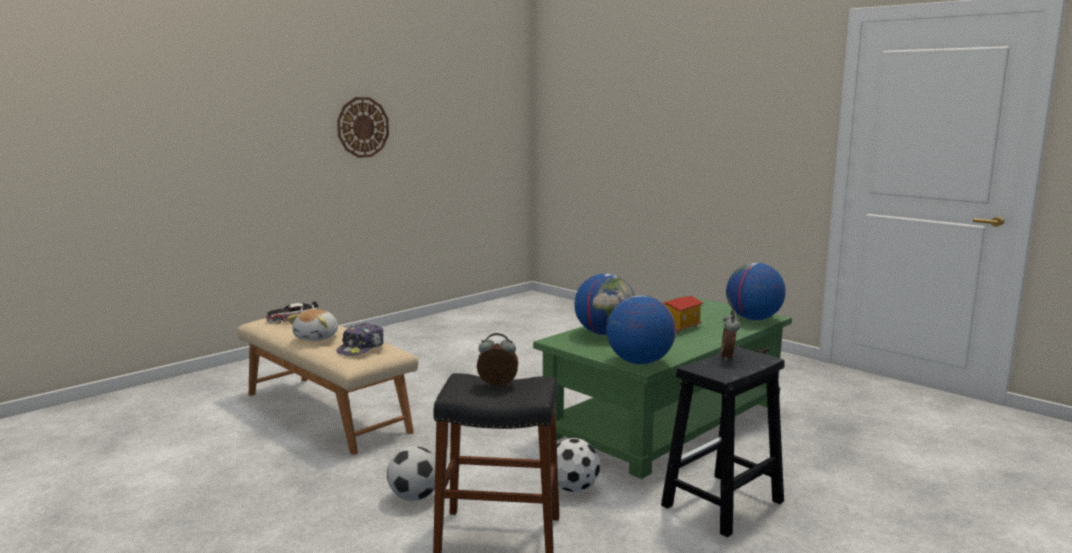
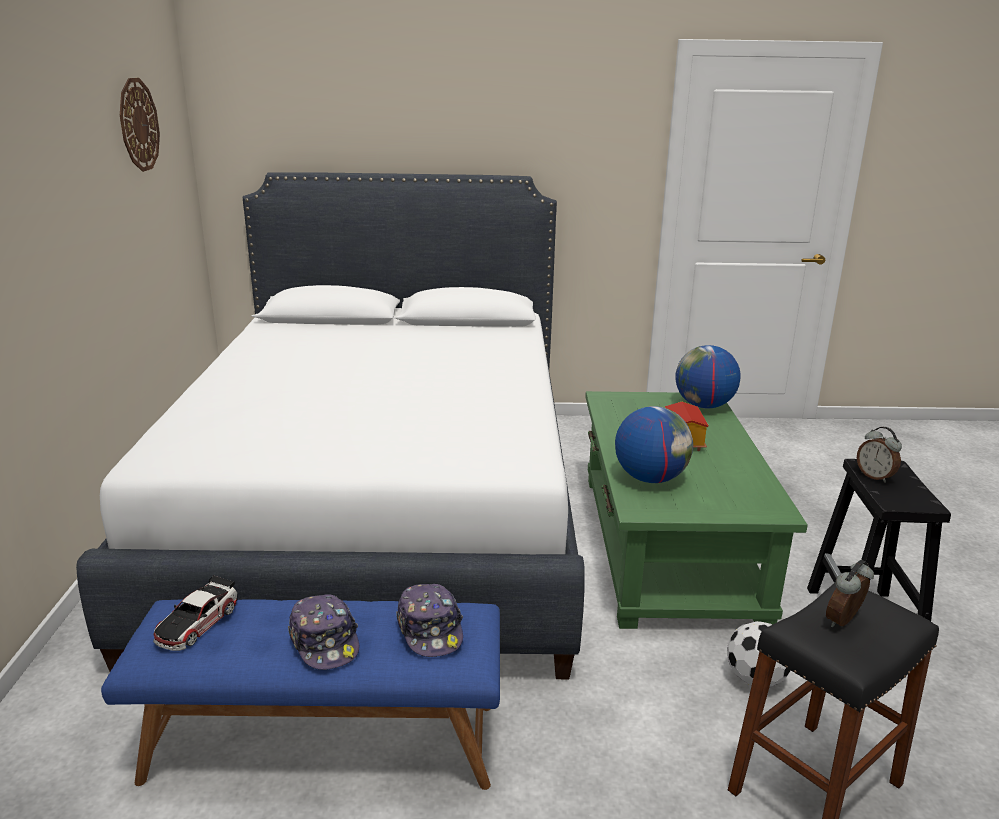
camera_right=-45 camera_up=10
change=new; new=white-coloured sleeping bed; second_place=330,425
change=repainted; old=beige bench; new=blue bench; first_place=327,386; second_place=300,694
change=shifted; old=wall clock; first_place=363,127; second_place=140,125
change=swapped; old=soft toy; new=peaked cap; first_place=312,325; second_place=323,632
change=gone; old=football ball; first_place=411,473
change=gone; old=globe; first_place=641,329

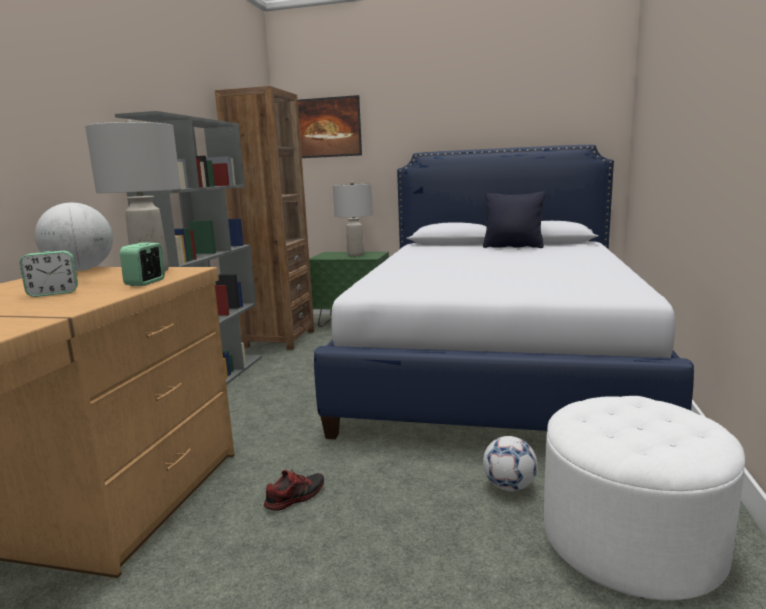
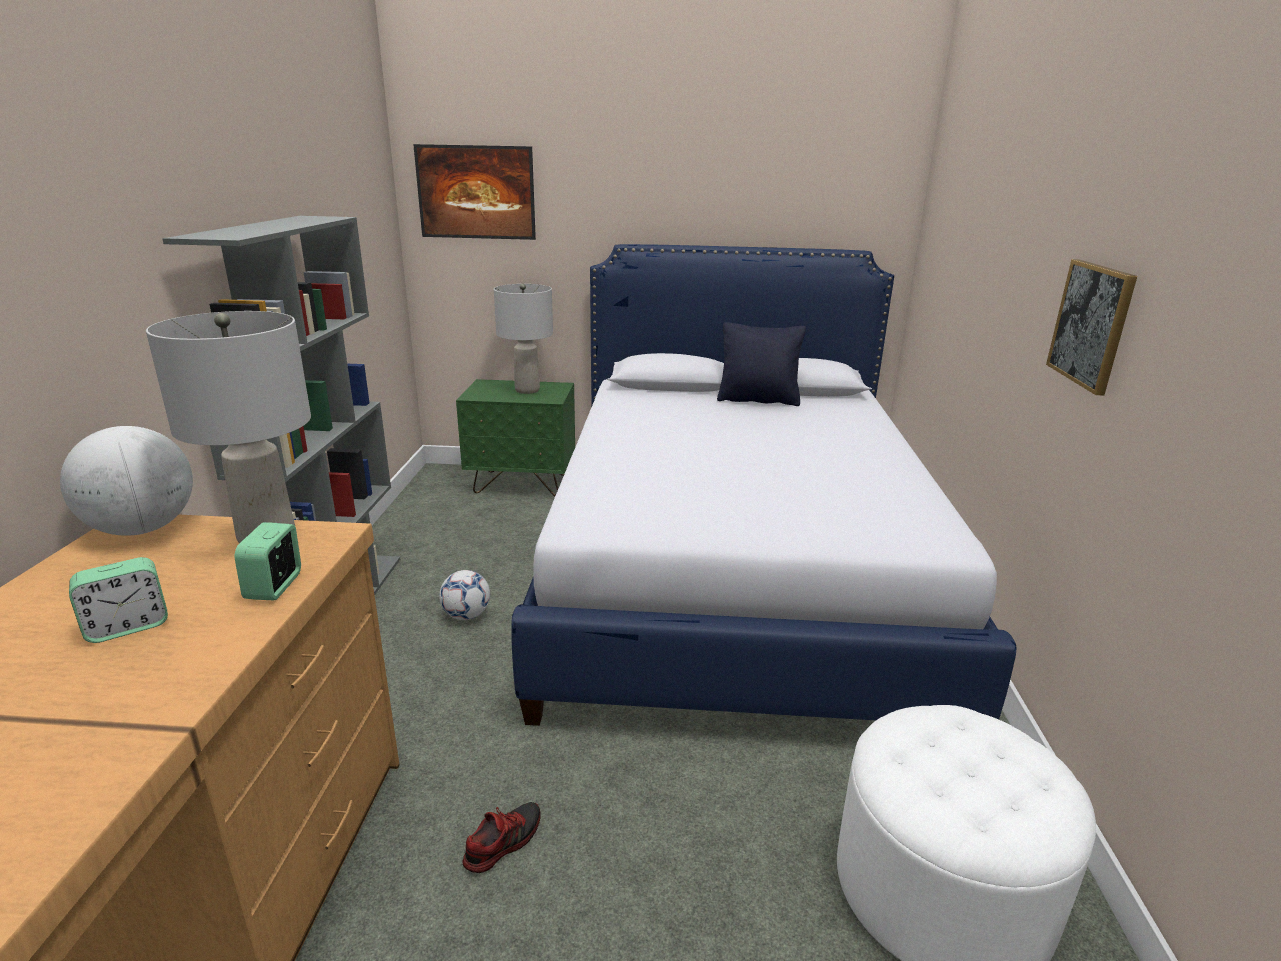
camera_right=-10 camera_up=10
change=shifted; old=football ball; first_place=510,463; second_place=464,595
change=new; new=picture; second_place=1091,327
change=gone; old=brownish shelving unit; first_place=264,218

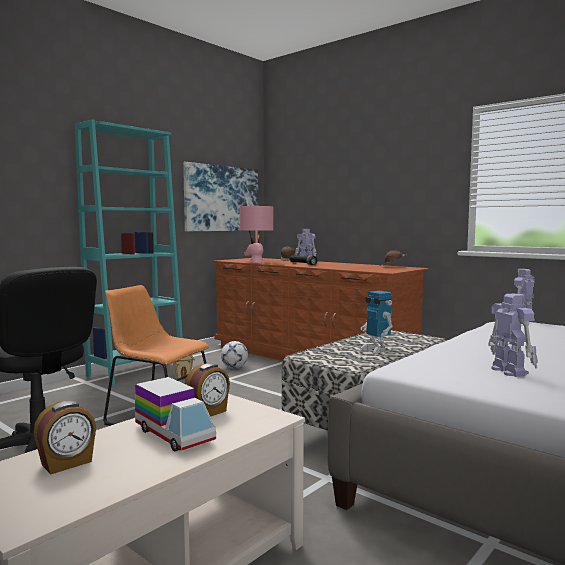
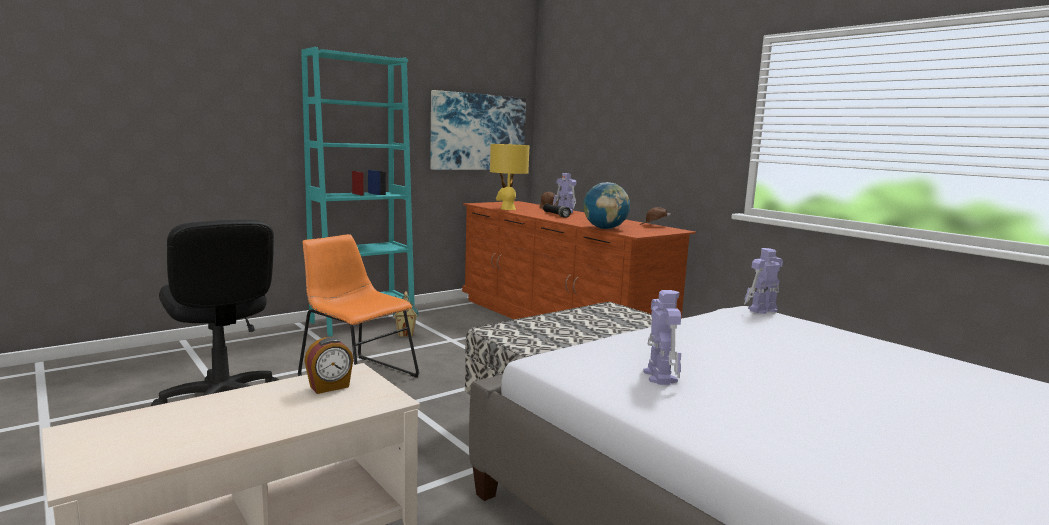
camera_right=10 camera_up=5
change=repainted; old=pinkish lamp for a table; new=yellow lamp for a table; first_place=256,234; second_place=510,177
change=new; new=globe; second_place=606,205
change=gone; old=alarm clock; first_place=64,437
change=gone; old=toy truck; first_place=175,414
change=gone; old=football ball; first_place=234,354
change=gone; old=robot figure; first_place=376,322

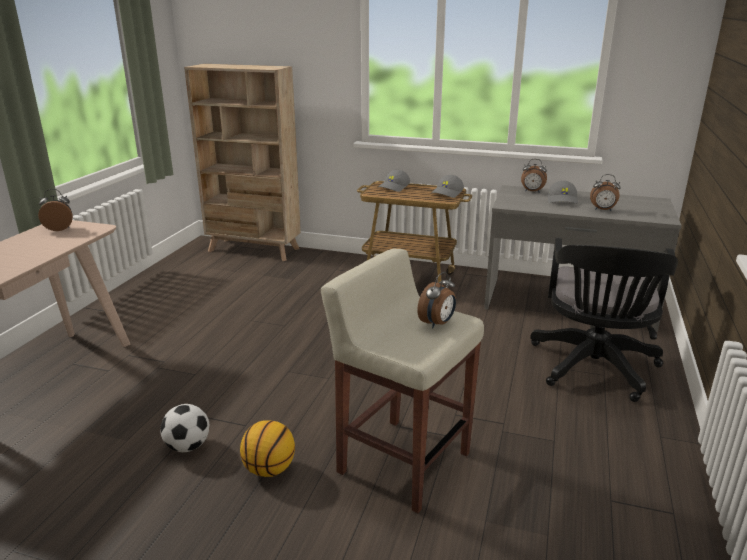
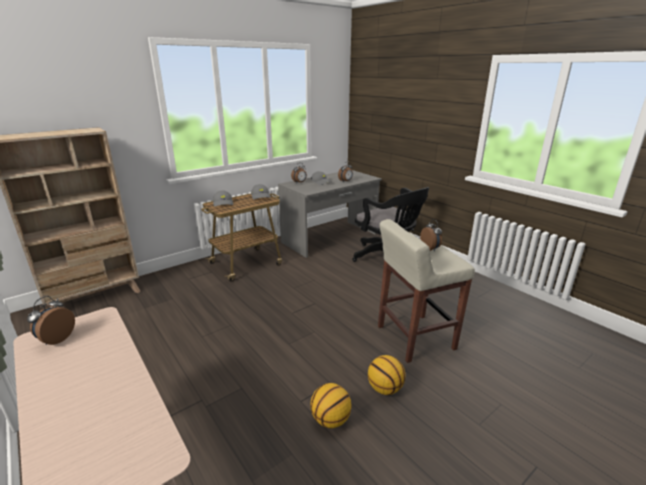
camera_right=-55 camera_up=0
change=swapped; old=football ball; new=basketball; first_place=184,428; second_place=331,405

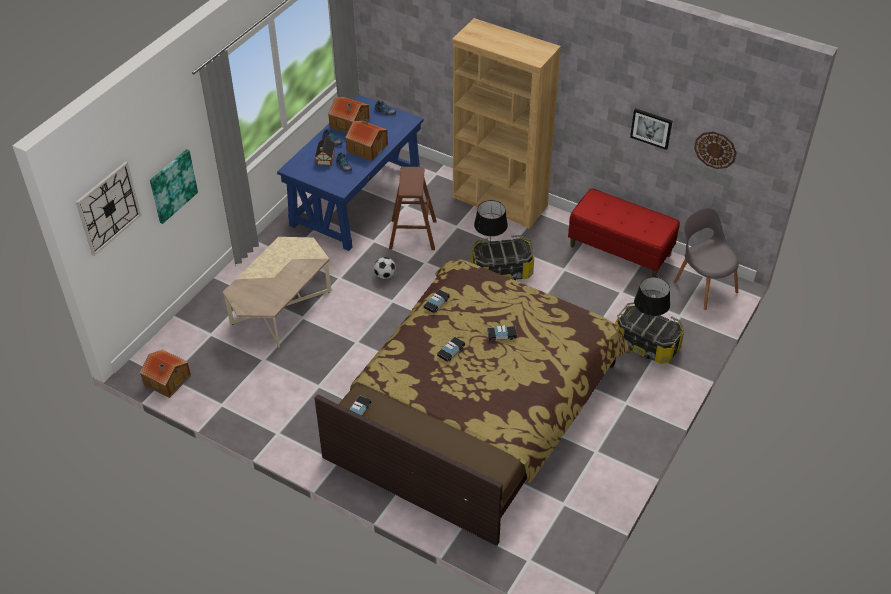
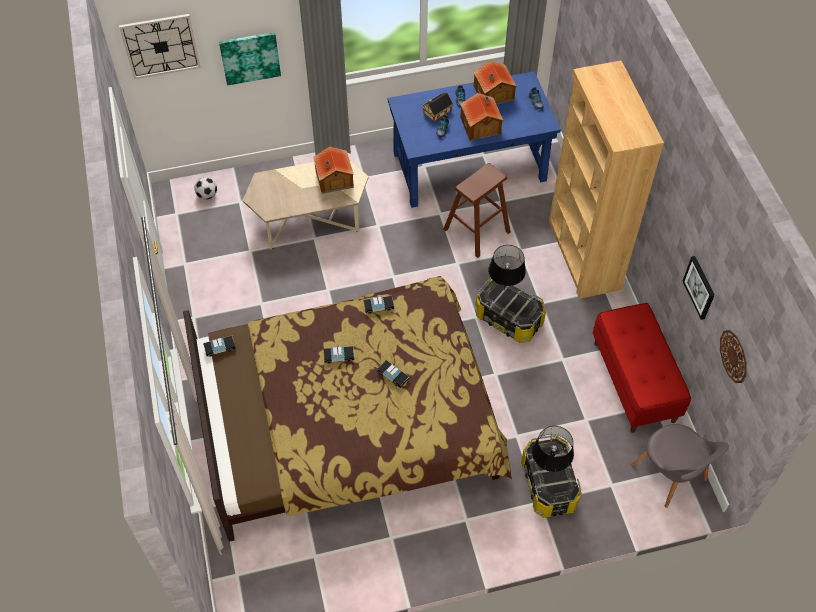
camera_right=45 camera_up=10
change=shifted; old=football ball; first_place=385,268; second_place=205,188
change=shifted; old=toy house; first_place=165,374; second_place=333,170
change=rotated; old=gray plain chair; first_place=706,259; second_place=680,466; degrees=135

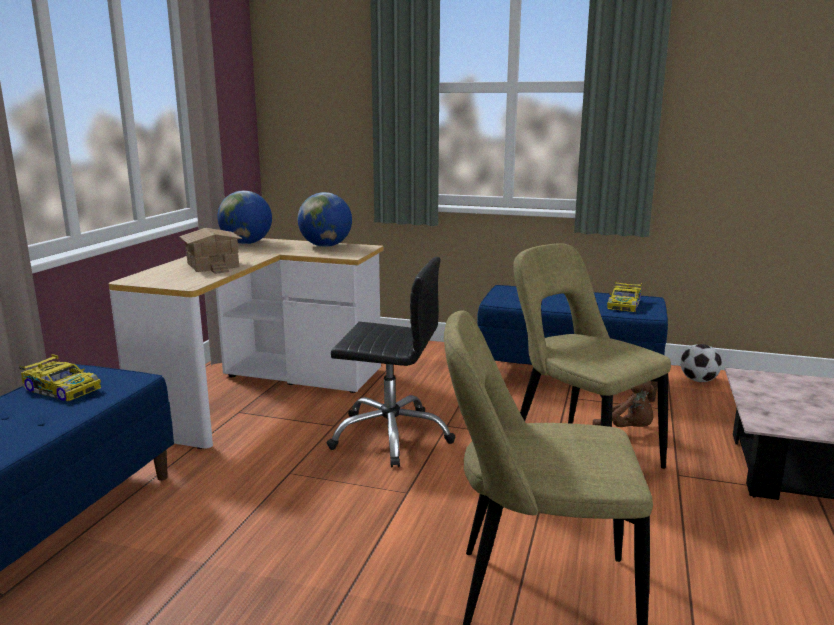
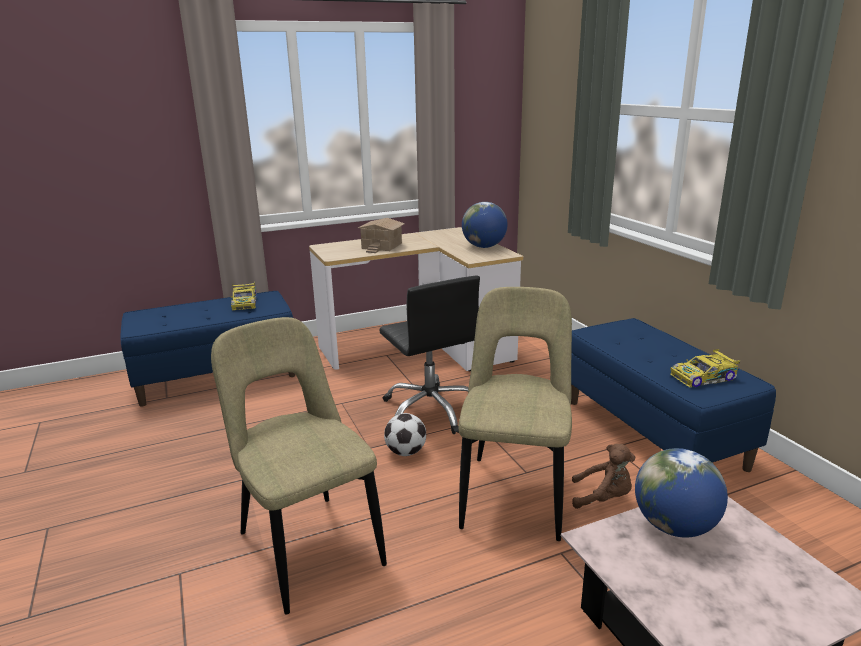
camera_right=50 camera_up=5
change=shifted; old=football ball; first_place=701,363; second_place=405,434
change=rotated; old=brownish soft toy; first_place=623,404; second_place=603,476; degrees=-75
change=shifted; old=globe; first_place=244,217; second_place=681,492

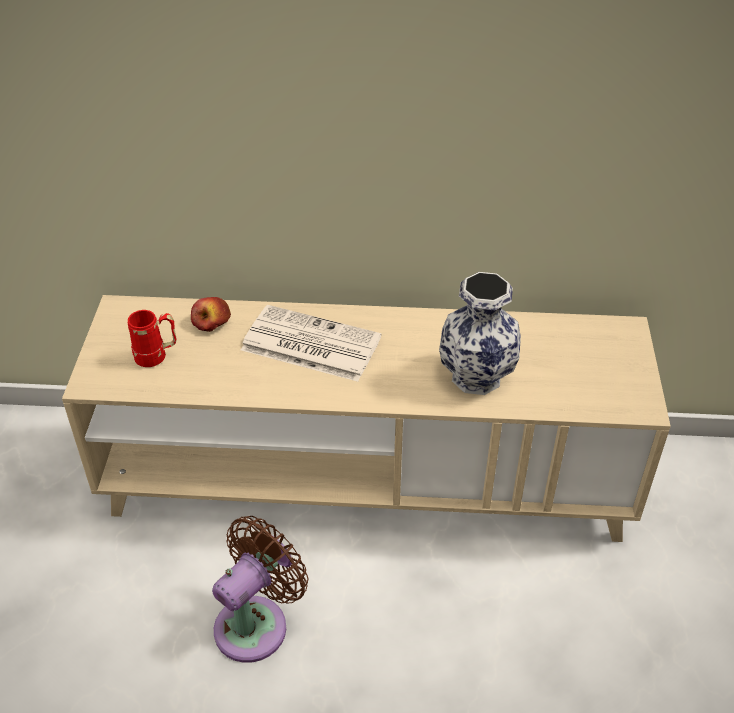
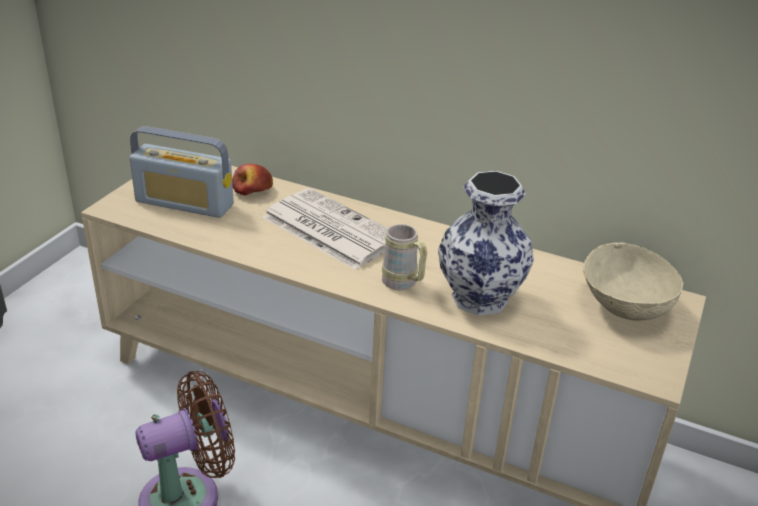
camera_right=20 camera_up=-10
change=swapped; old=red-coloured mug; new=radio set; first_place=152,338; second_place=181,172
change=new; new=beige mug; second_place=404,257
change=new; new=beige bowl; second_place=633,282

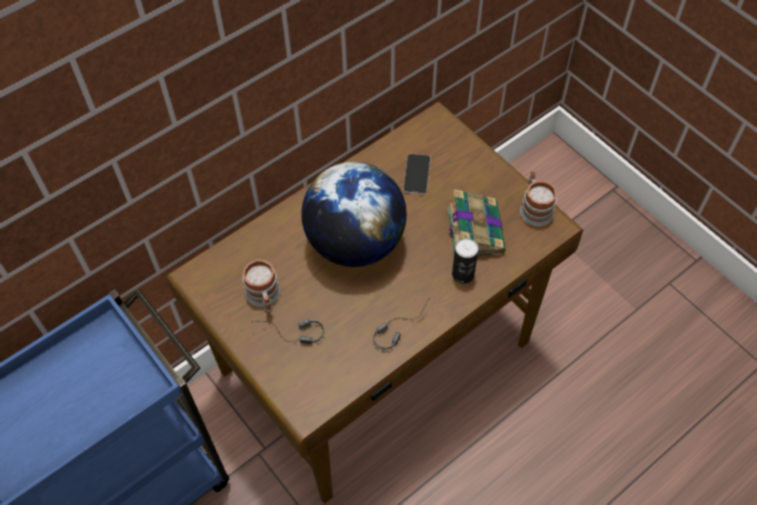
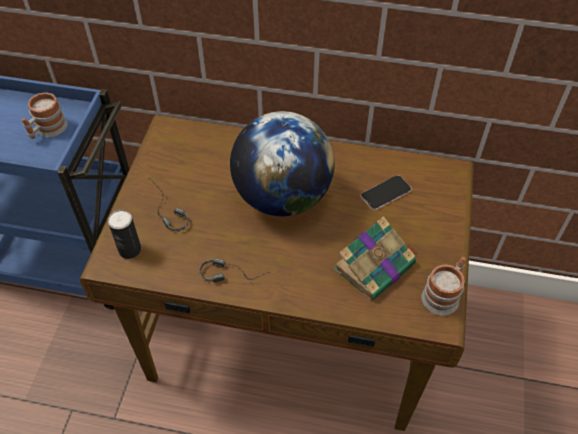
camera_right=50 camera_up=-5
change=shifted; old=mug; first_place=261,286; second_place=44,115
change=shifted; old=can; first_place=465,261; second_place=124,234

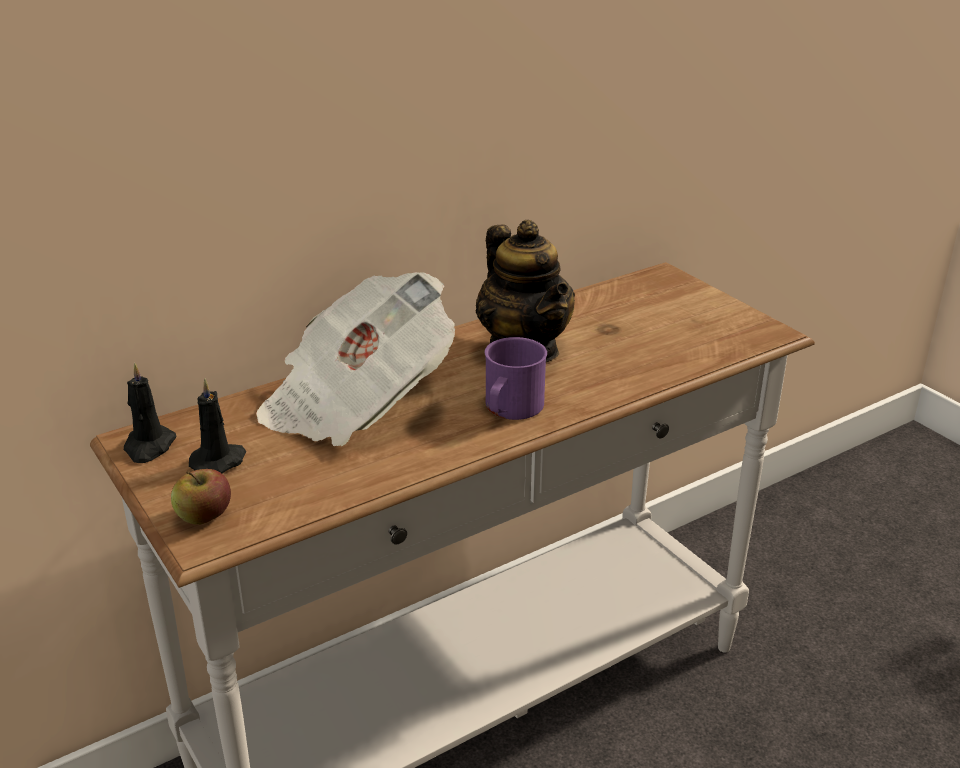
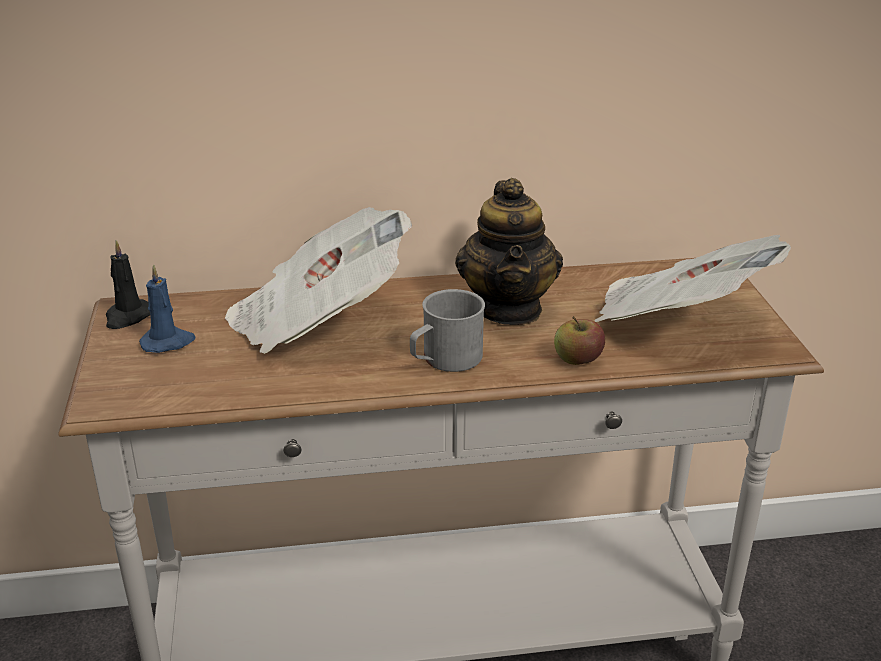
camera_right=25 camera_up=0
change=repainted; old=blackish wax candle; new=blue wax candle; first_place=217,426; second_place=167,308
change=repainted; old=purple-coloured mug; new=gray mug; first_place=516,378; second_place=447,330
change=shifted; old=apple fruit; first_place=201,496; second_place=579,340
change=new; new=newspaper; second_place=693,278

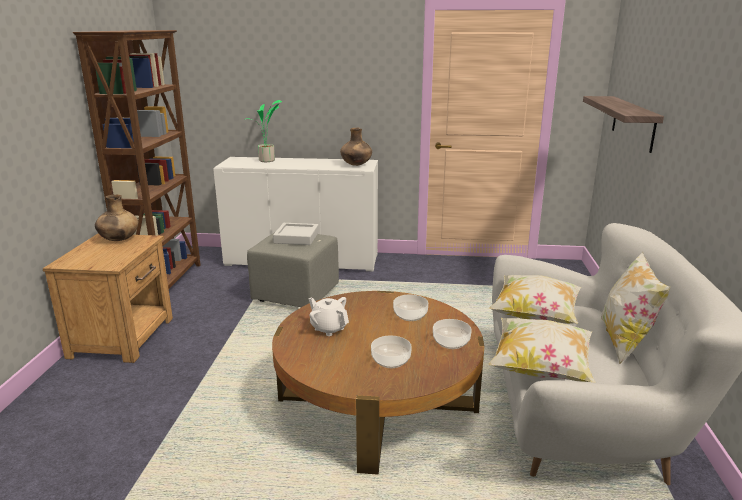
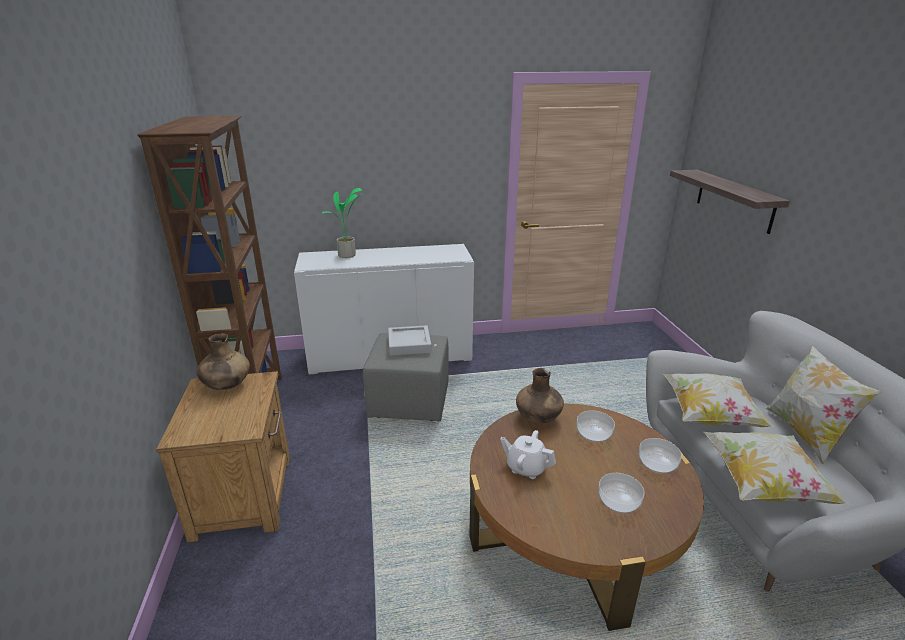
camera_right=-15 camera_up=5
change=shifted; old=brownish decorative vase; first_place=356,147; second_place=540,396

